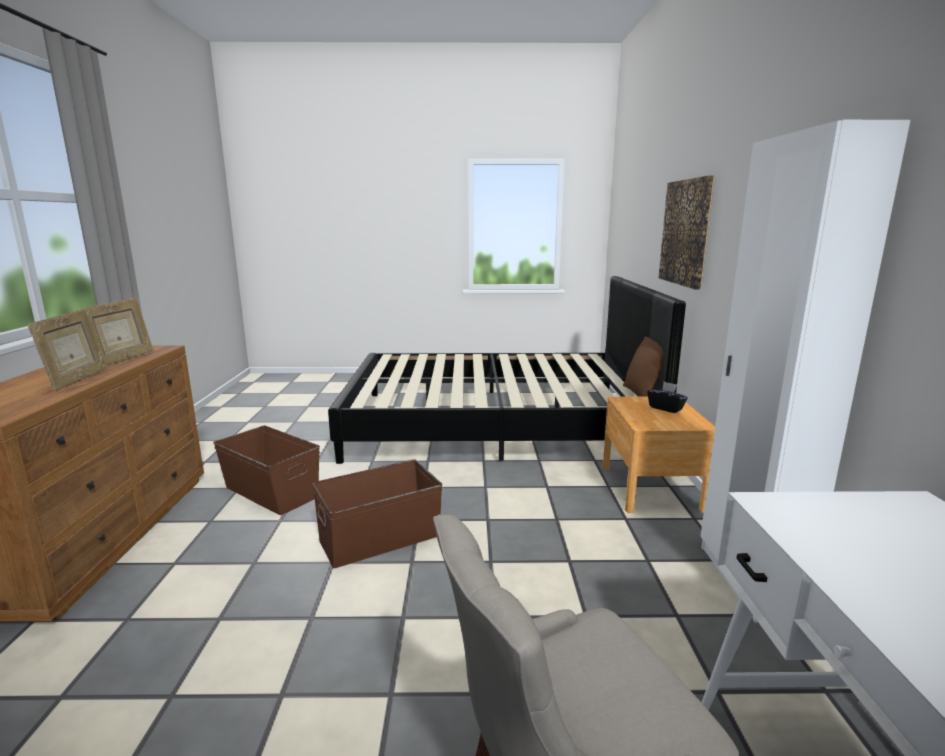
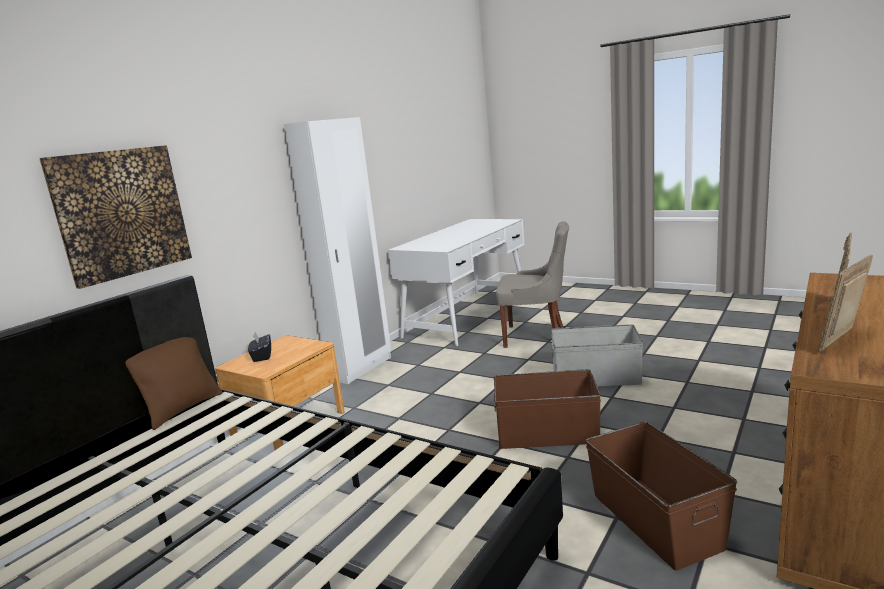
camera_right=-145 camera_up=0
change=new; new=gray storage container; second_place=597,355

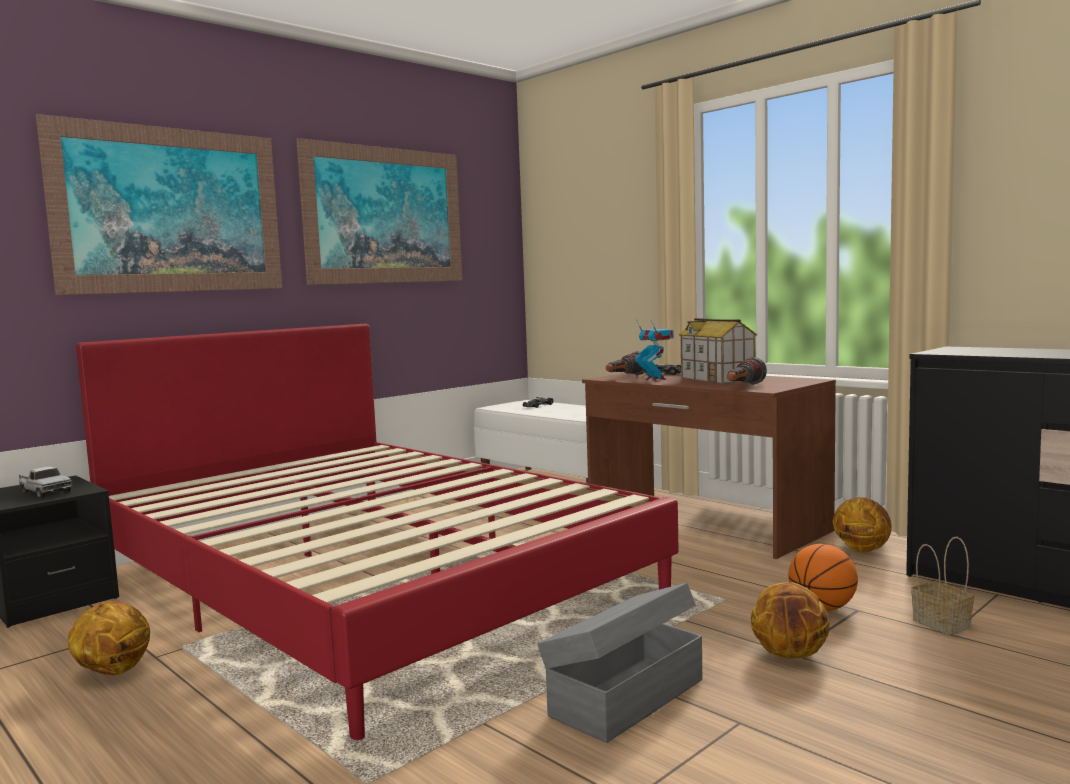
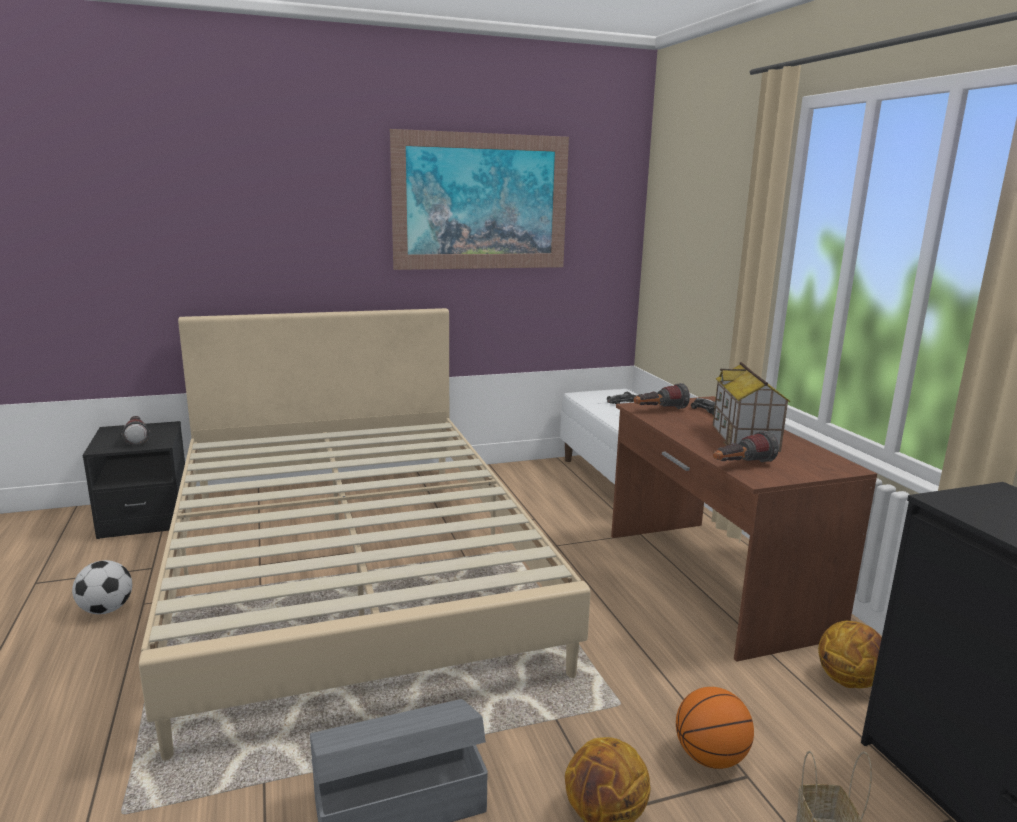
camera_right=25 camera_up=10
change=swapped; old=basketball; new=football ball; first_place=109,638; second_place=102,587
change=swapped; old=toy truck; new=torch; first_place=45,482; second_place=135,430
change=repainted; old=red-coloured sleeping bed; new=beige sleeping bed; first_place=377,532; second_place=365,534
change=gone; old=picture; first_place=159,204
change=gone; old=robot figure; first_place=654,350

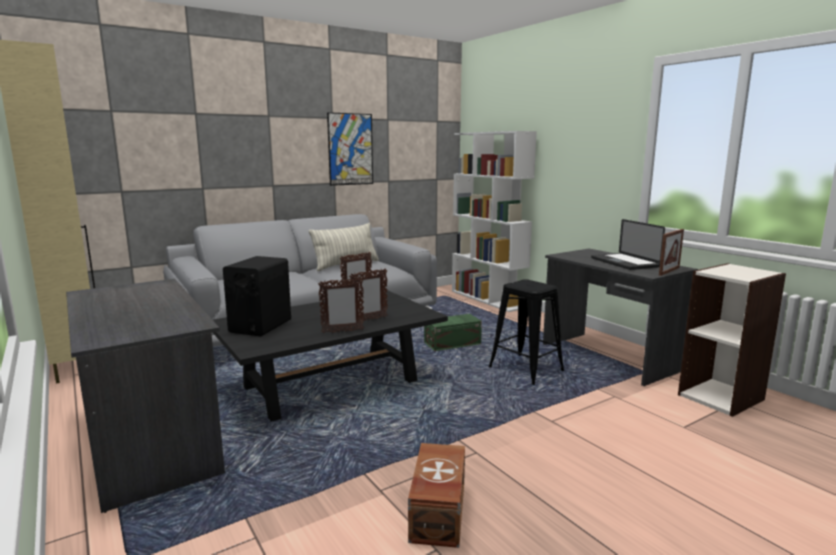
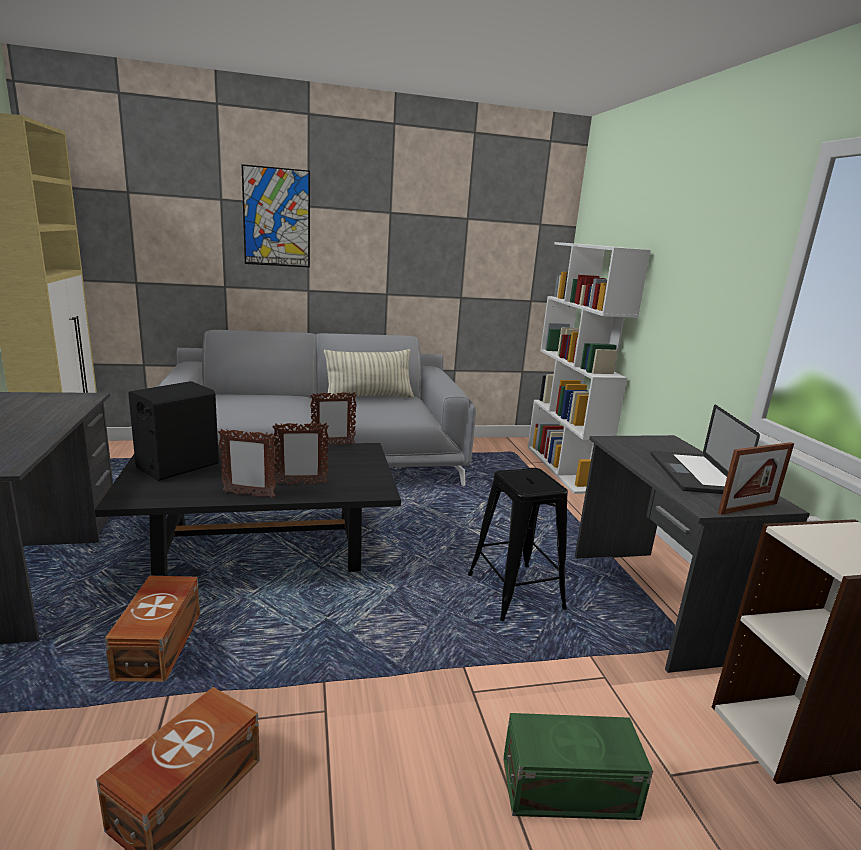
camera_right=20 camera_up=5
change=new; new=brownish storage container; second_place=152,628
change=shifted; old=picture; first_place=350,149; second_place=276,216
change=shifted; old=green storage container; first_place=453,332; second_place=578,766

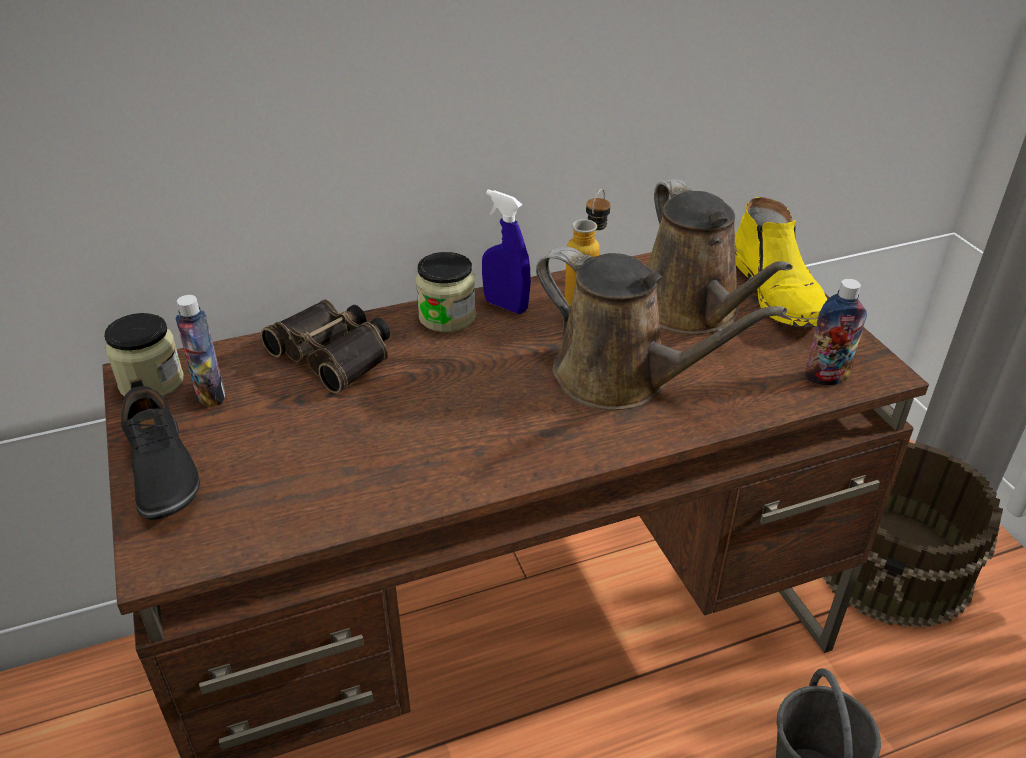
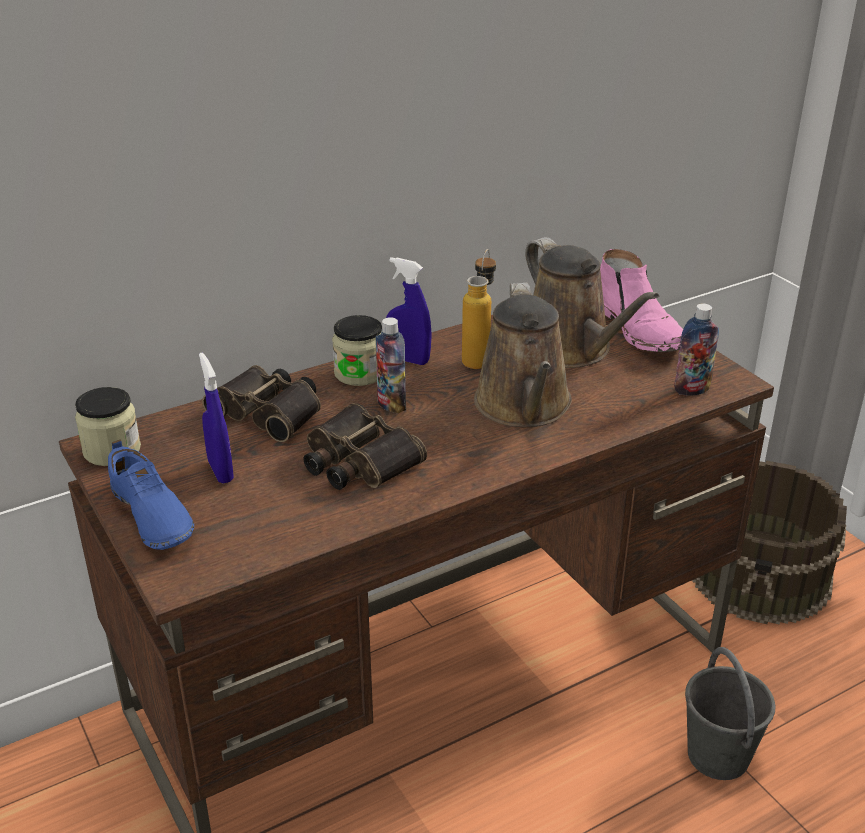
camera_right=-10 camera_up=-5
change=repainted; old=blackish item of footwear; new=blue item of footwear; first_place=160,449; second_place=151,495
change=new; new=blue spray bottle; second_place=216,418
change=new; new=field glasses; second_place=365,446
change=shifted; old=drink bottle; first_place=200,351; second_place=391,365
change=rotated; old=brownish watering pot; first_place=661,328; second_place=523,355; degrees=60
change=repainted; old=yellow tall boot; new=pinkish tall boot; first_place=781,262; second_place=641,300

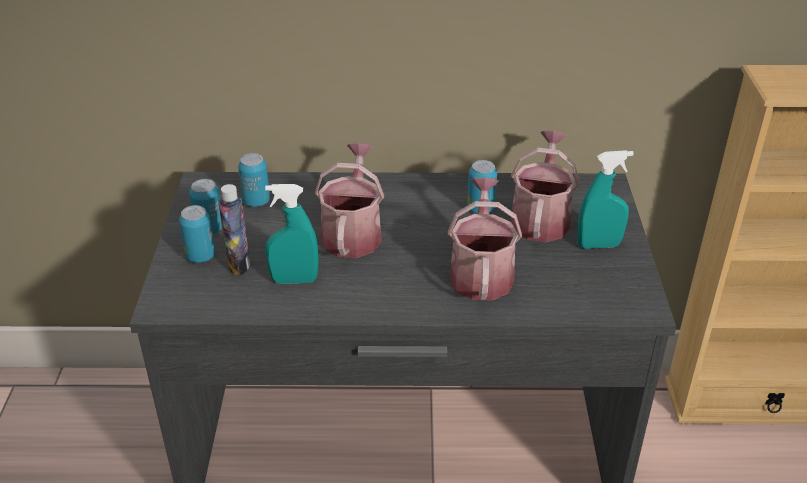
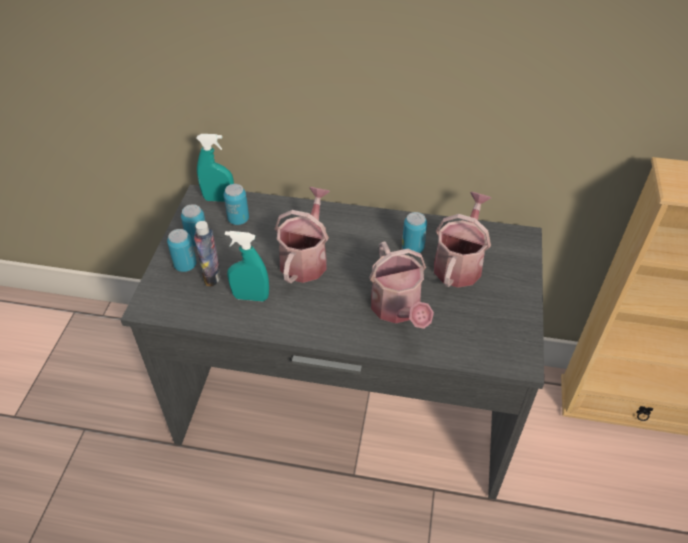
camera_right=10 camera_up=10
change=shifted; old=blue-green spray bottle; first_place=605,199; second_place=215,168
change=rotated; old=watering pot; first_place=485,239; second_place=401,285; degrees=150

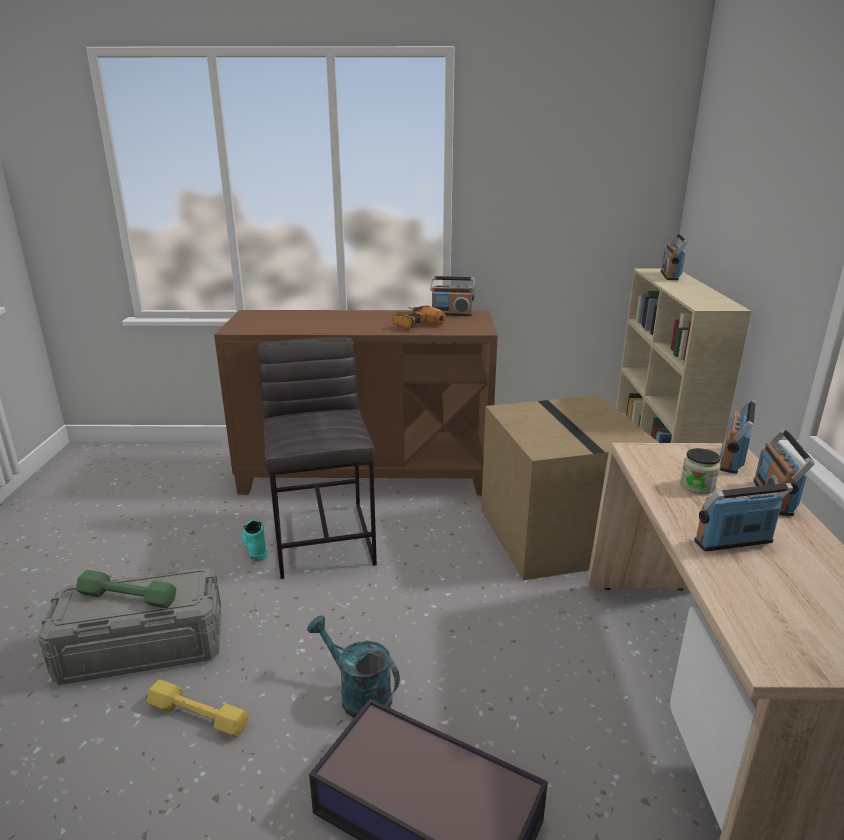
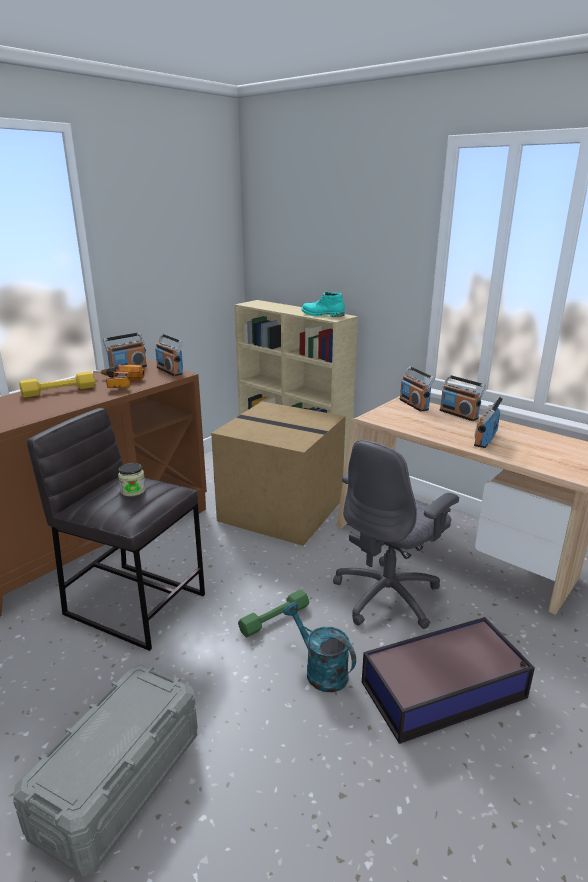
camera_right=-50 camera_up=0
change=shifted; old=yellow dumbbell; first_place=197,708; second_place=57,384
change=shifted; old=storage jar; first_place=700,471; second_place=132,480
change=shifted; old=radio set; first_place=674,256; second_place=169,355
change=shifted; old=green dumbbell; first_place=126,589; second_place=274,614
change=rotated; old=blue-green watering pot; first_place=353,666; second_place=319,647; degrees=60
change=shifted; old=blue-green tall boot; first_place=255,540; second_place=323,304
change=new; new=gray computer chair; second_place=396,534

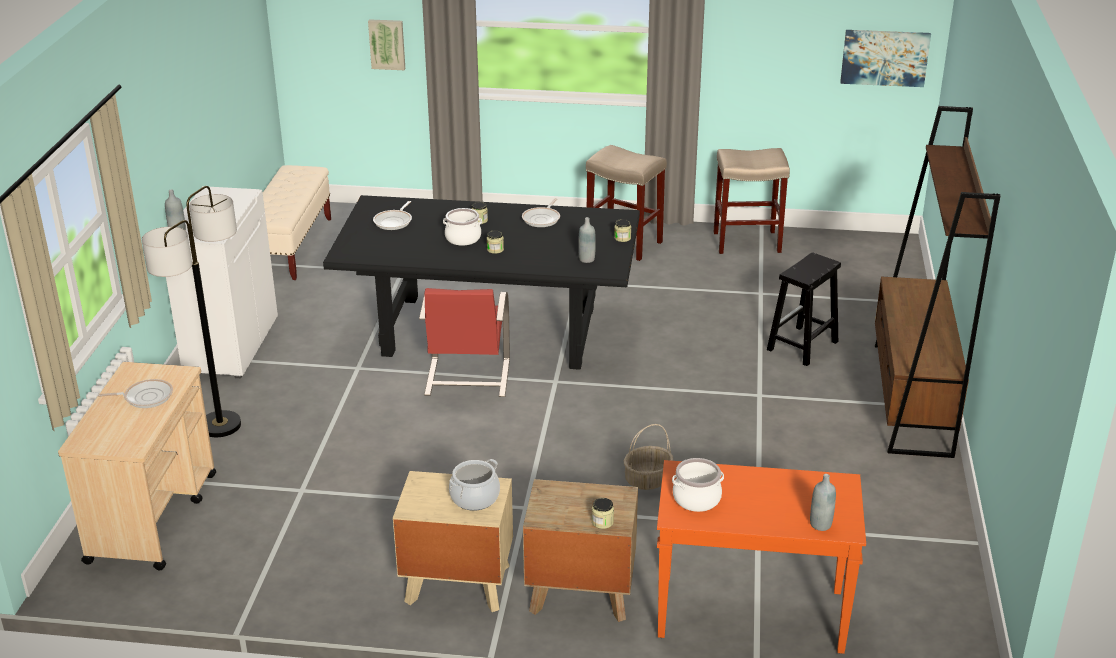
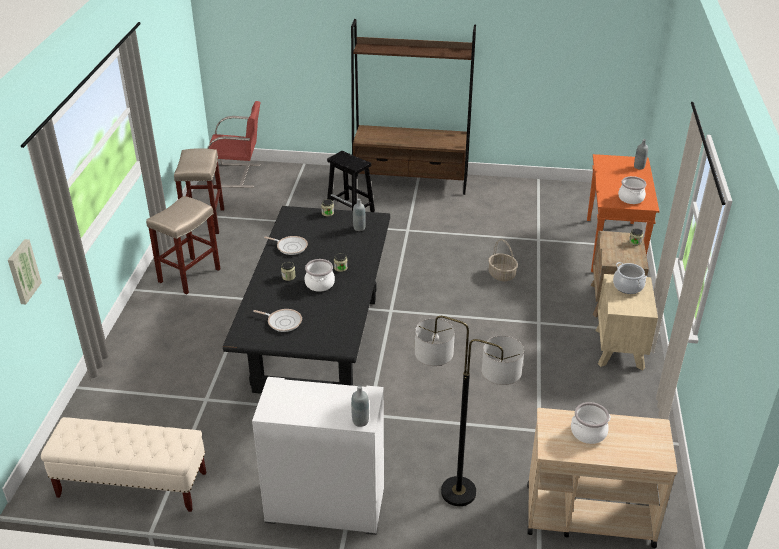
camera_right=-90 camera_up=5
change=shifted; old=red-coloured plain chair; first_place=464,342; second_place=234,144
change=swapped; old=pan; new=saucepot; first_place=135,393; second_place=591,423
change=gone; old=picture; first_place=885,58

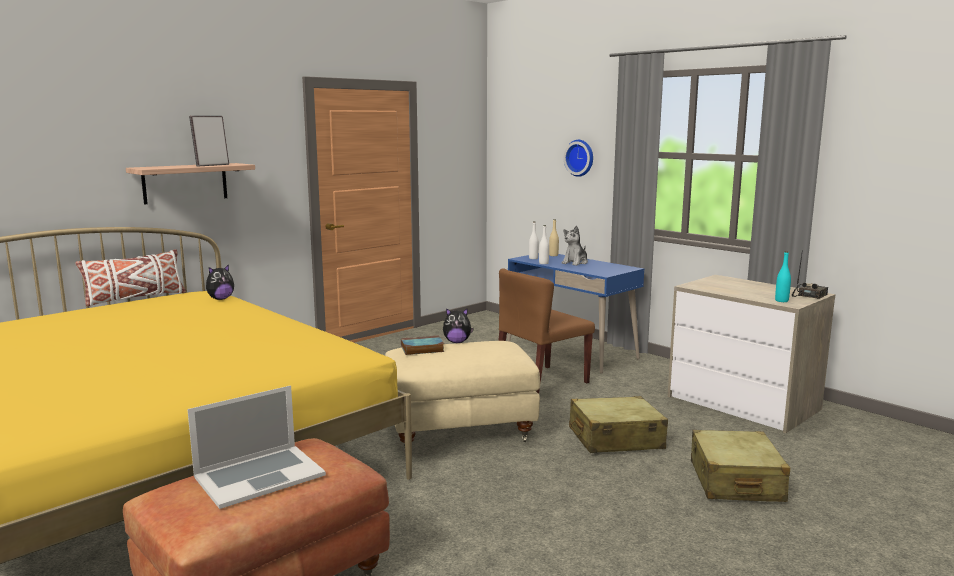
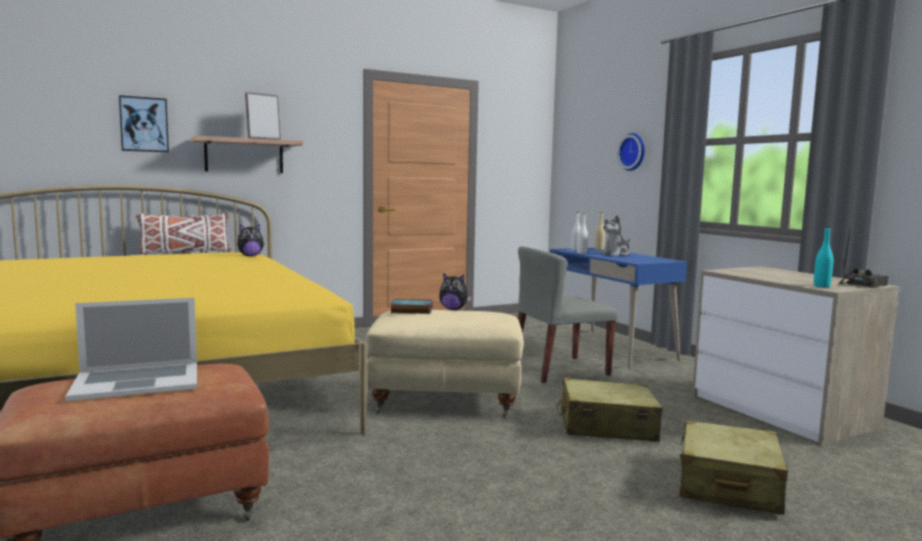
camera_right=15 camera_up=-5
change=new; new=picture; second_place=144,123
change=repainted; old=brownish plain chair; new=gray plain chair; first_place=546,331; second_place=568,314

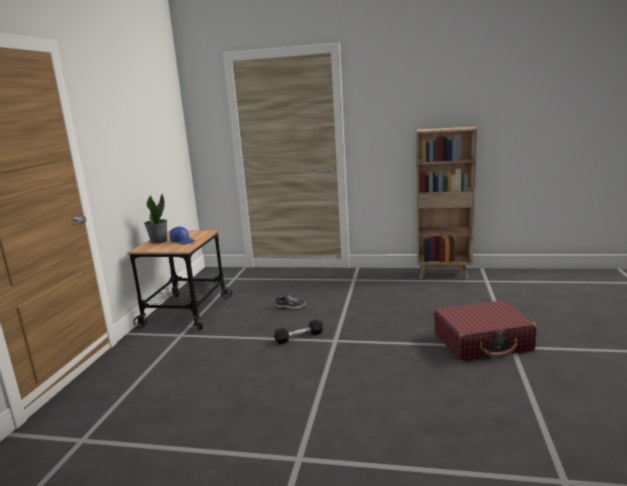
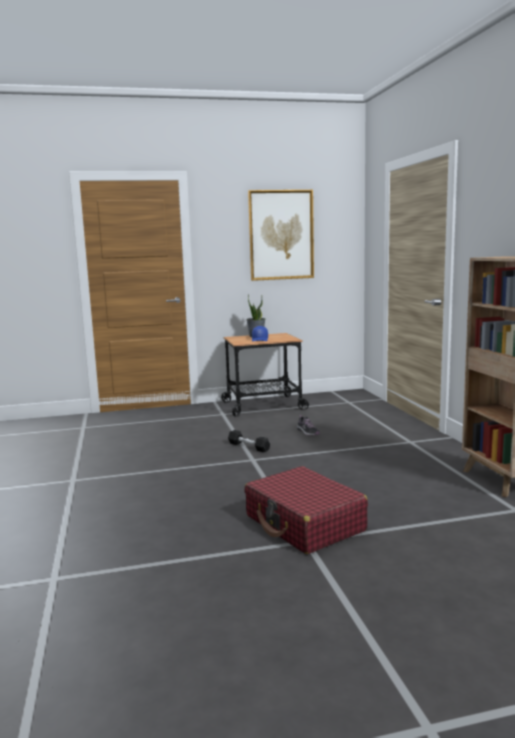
camera_right=65 camera_up=-5
change=new; new=picture; second_place=281,235

